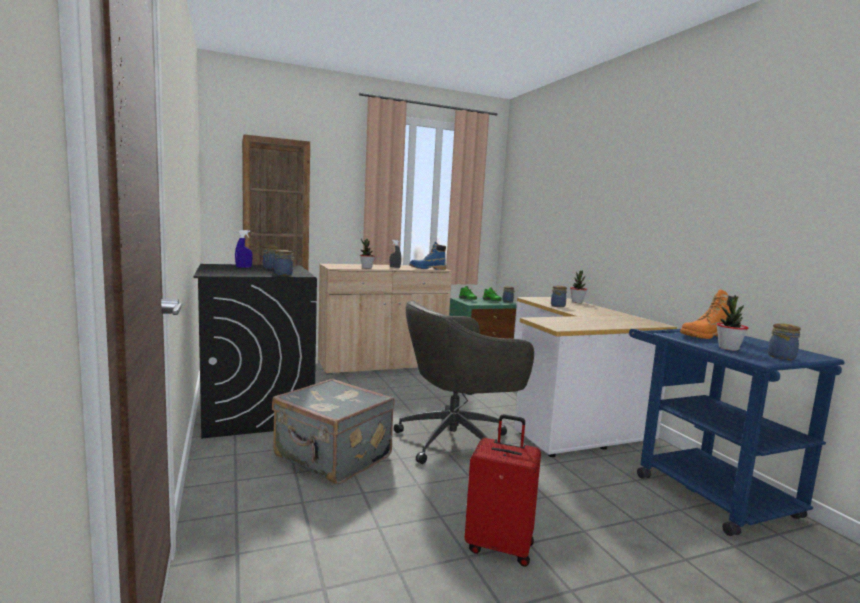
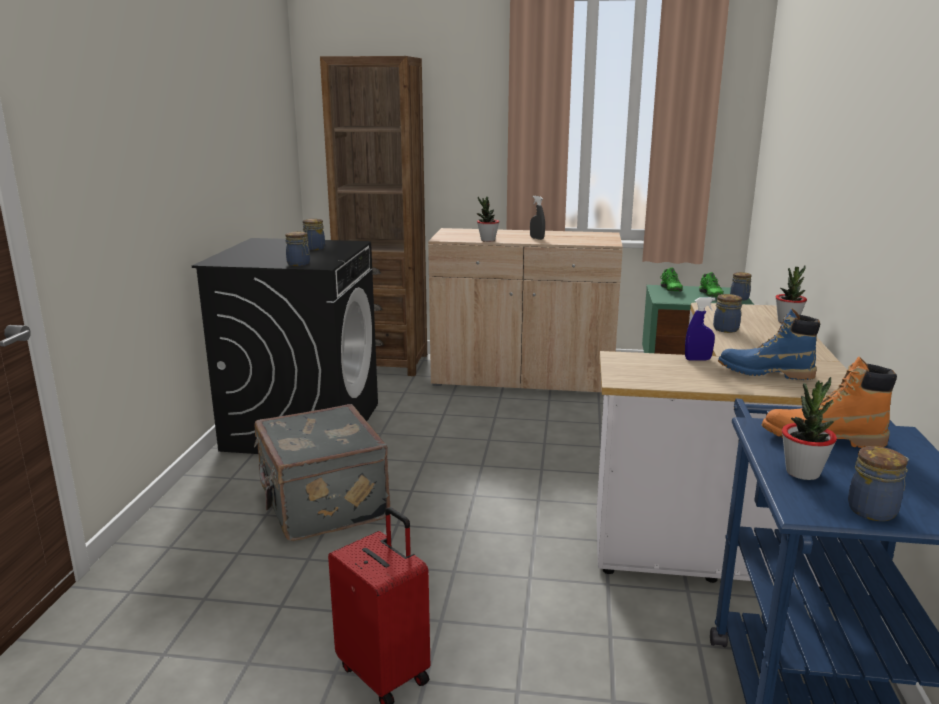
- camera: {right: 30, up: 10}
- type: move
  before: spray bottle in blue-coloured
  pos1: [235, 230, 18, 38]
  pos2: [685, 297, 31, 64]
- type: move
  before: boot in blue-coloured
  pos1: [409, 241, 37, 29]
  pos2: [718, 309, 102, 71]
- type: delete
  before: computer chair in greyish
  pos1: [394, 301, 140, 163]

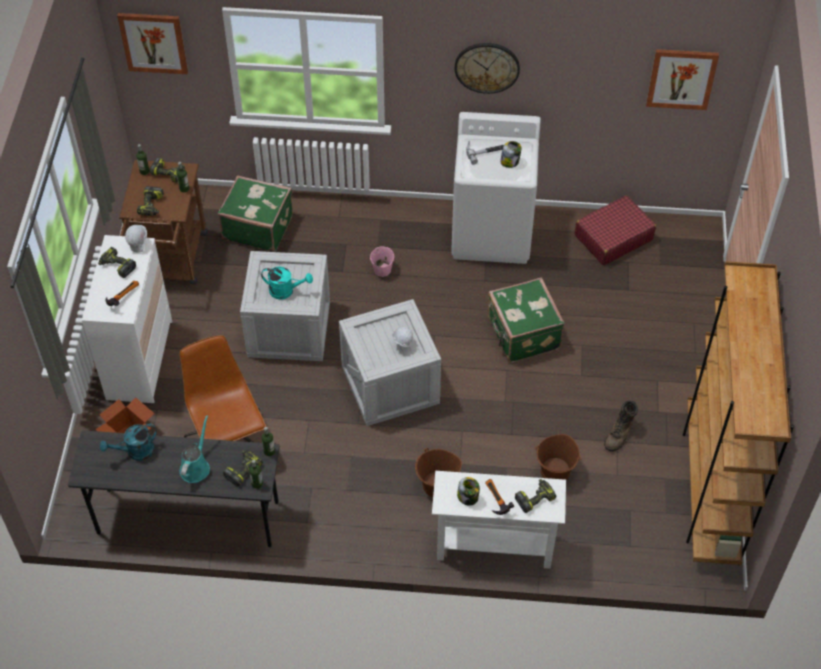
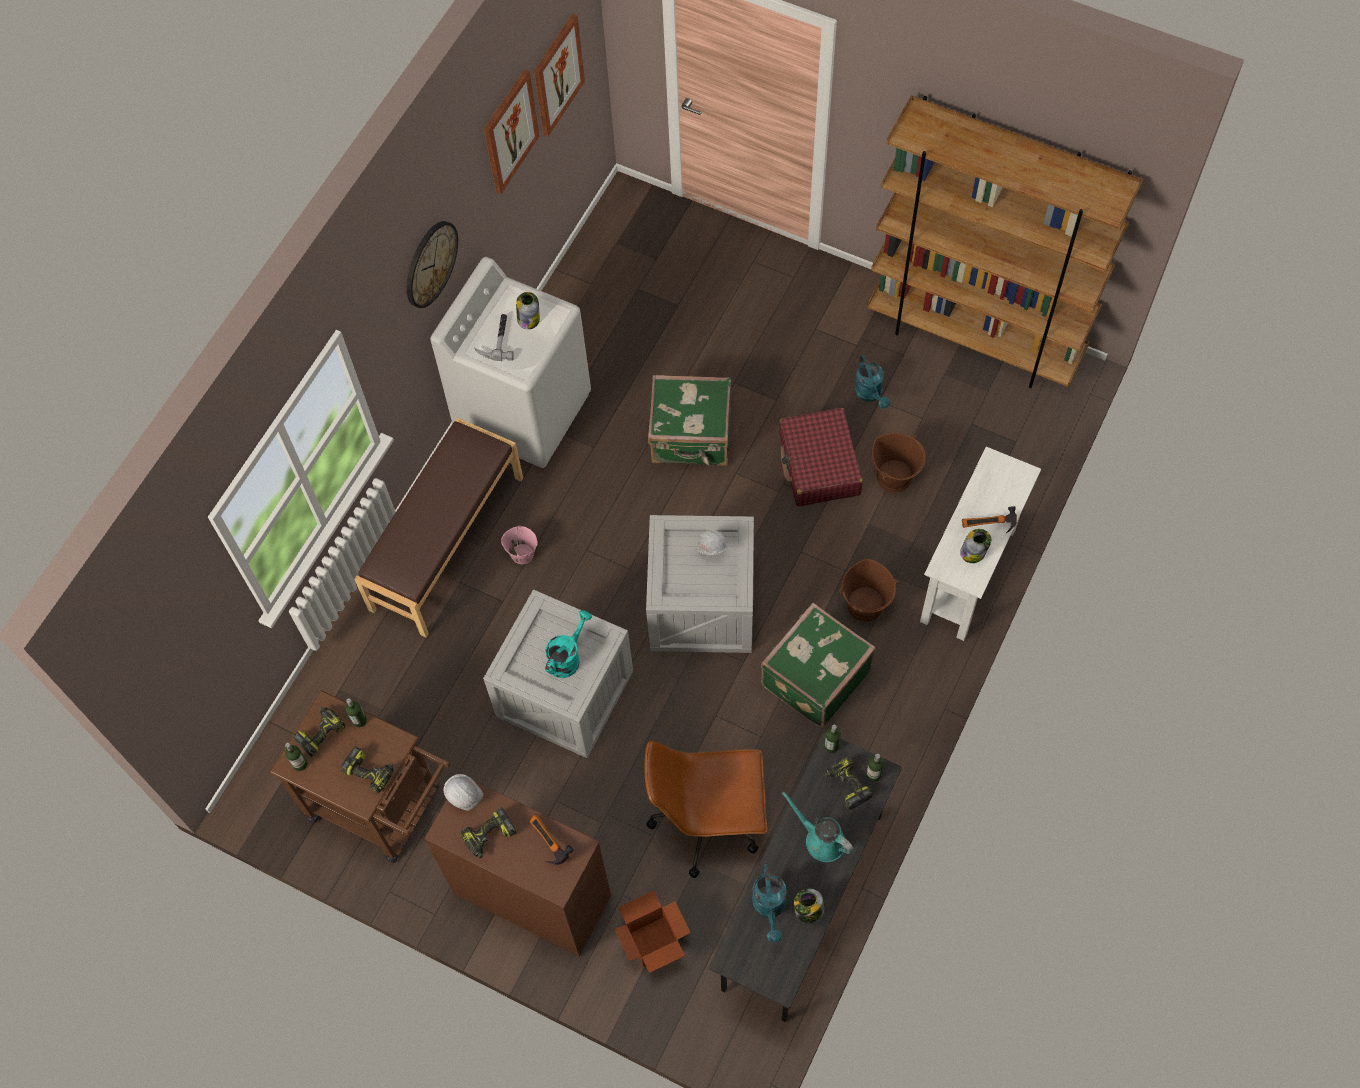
- camera: {right: -65, up: 10}
- type: insert
  after: indoor bench in brown
  pos2: [354, 418, 169, 220]
- type: recolor
  before: chest of drawers in whitish
  after: chest of drawers in brown
  pos1: [82, 235, 90, 169]
  pos2: [424, 780, 187, 176]
- type: move
  before: picture
  pos1: [117, 13, 71, 61]
  pos2: [484, 69, 55, 125]
- type: move
  before: travel case in green
  pos1: [218, 175, 75, 77]
  pos2: [761, 603, 115, 125]
- type: move
  before: travel case in red-coloured
  pos1: [575, 195, 81, 70]
  pos2: [779, 408, 84, 99]
- type: insert
  after: jar
  pos2: [794, 889, 30, 34]
- type: replace
  before: boot in brown
  after: sprinkling can in turquoise-coloured
  pos1: [604, 400, 34, 51]
  pos2: [855, 355, 35, 54]
- type: delete
  before: power drill
  pos1: [515, 479, 41, 34]

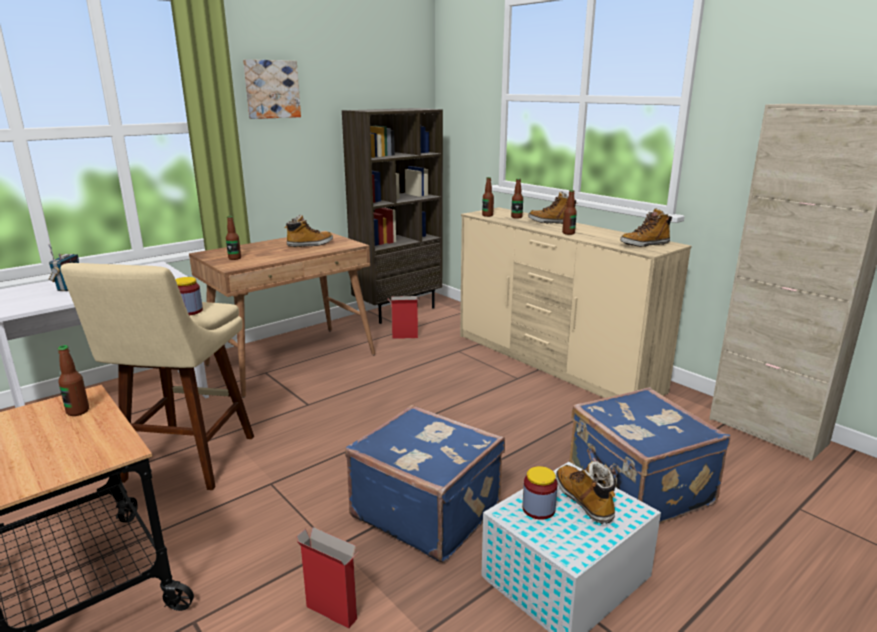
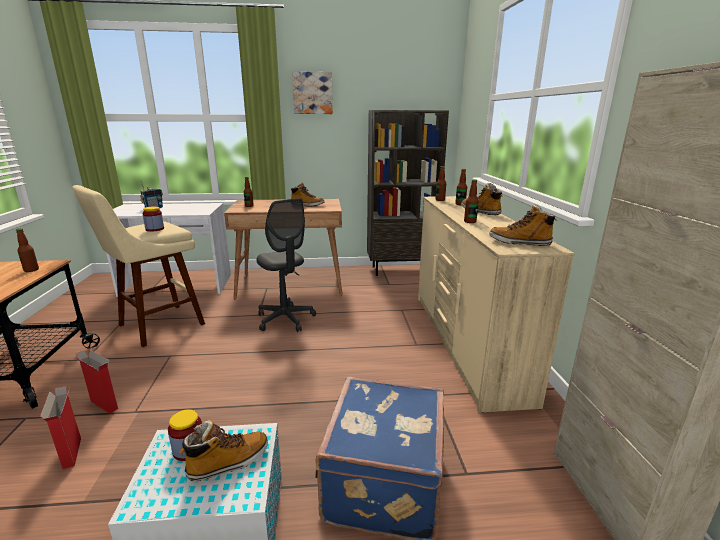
- camera: {right: 35, up: 0}
- type: move
  before: packing box
  pos1: [388, 296, 32, 43]
  pos2: [75, 350, 43, 64]
- type: rotate
  before: boot
  pos1: [556, 461, 60, 63]
  pos2: [179, 420, 89, 61]
  turn: 45
- type: insert
  after: computer chair in greyish
  pos2: [256, 198, 60, 134]
- type: delete
  before: travel case in blue-coloured
  pos1: [345, 405, 160, 158]

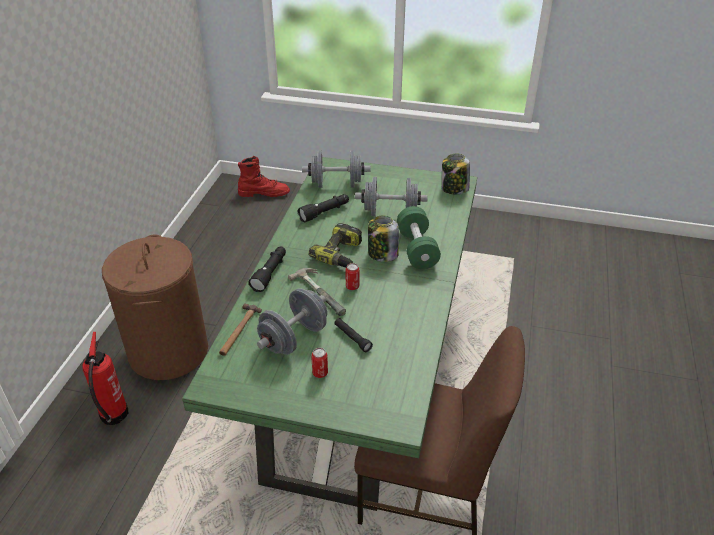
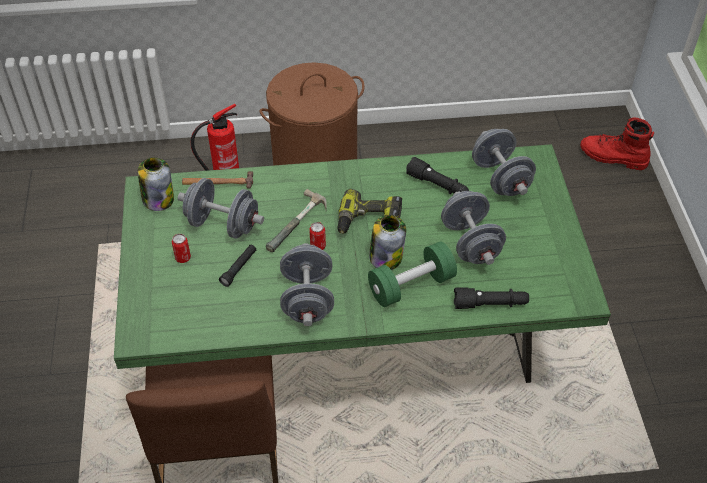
- camera: {right: 70, up: 10}
- type: move
  before: jar
  pos1: [442, 154, 28, 40]
  pos2: [138, 157, 36, 54]
- type: insert
  after: free weight in greyish
  pos2: [280, 243, 54, 83]
- type: move
  before: hand torch in black
  pos1: [248, 247, 38, 45]
  pos2: [454, 287, 75, 22]
- type: rotate
  before: boot in red-coloured
  pos1: [238, 156, 52, 41]
  pos2: [580, 117, 74, 53]
  turn: 135

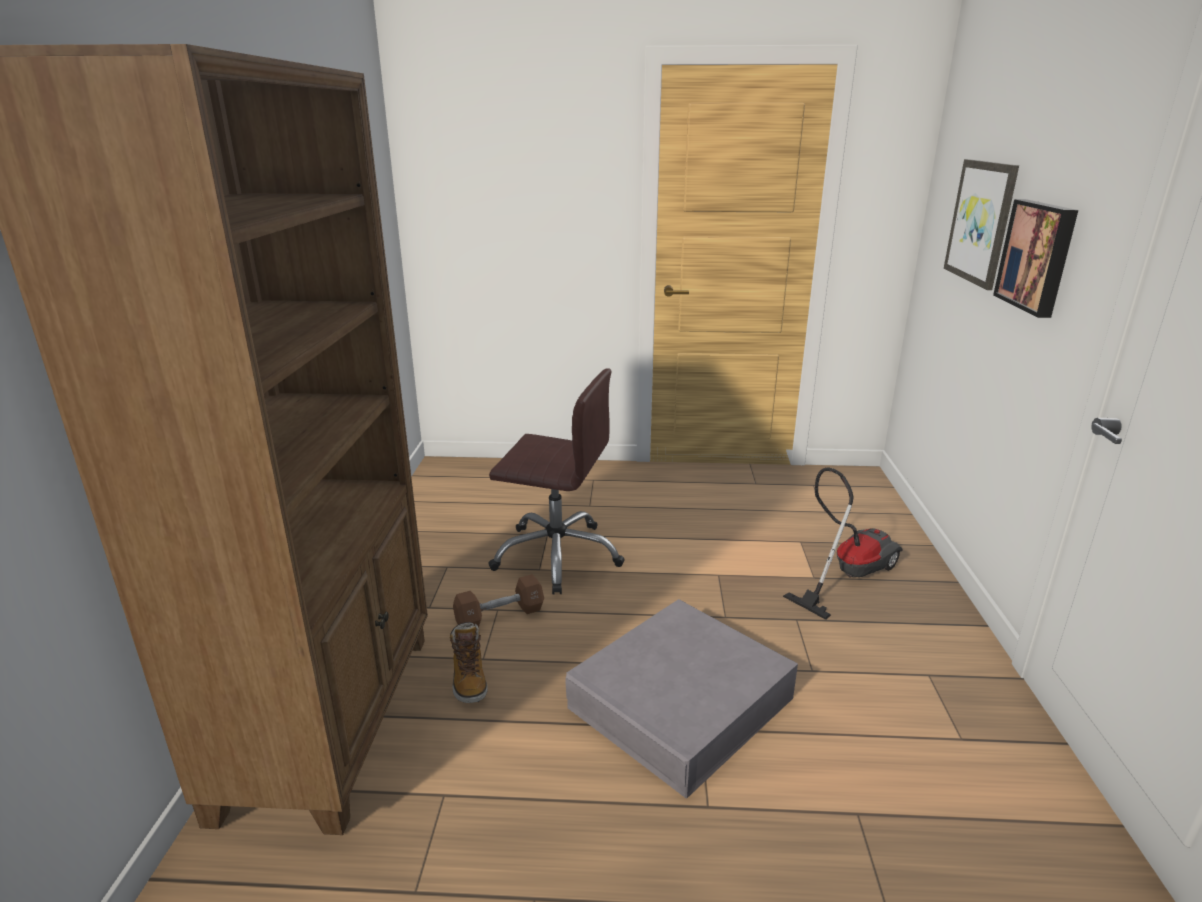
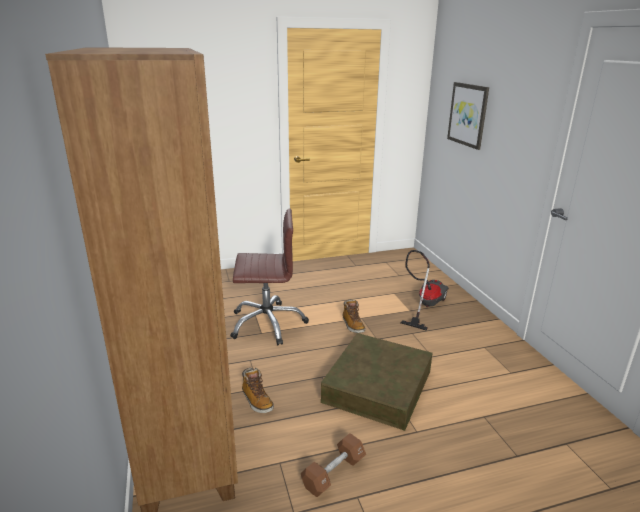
- camera: {right: -20, up: 0}
- type: move
  before: free weight in brown
  pos1: [453, 574, 91, 53]
  pos2: [301, 433, 65, 64]
- type: recolor
  before: storage bin in greyish
  after: storage bin in brown
  pos1: [565, 599, 233, 199]
  pos2: [321, 333, 111, 98]
- type: insert
  after: boot
  pos2: [342, 300, 23, 33]
- type: delete
  before: picture
  pos1: [993, 199, 85, 119]

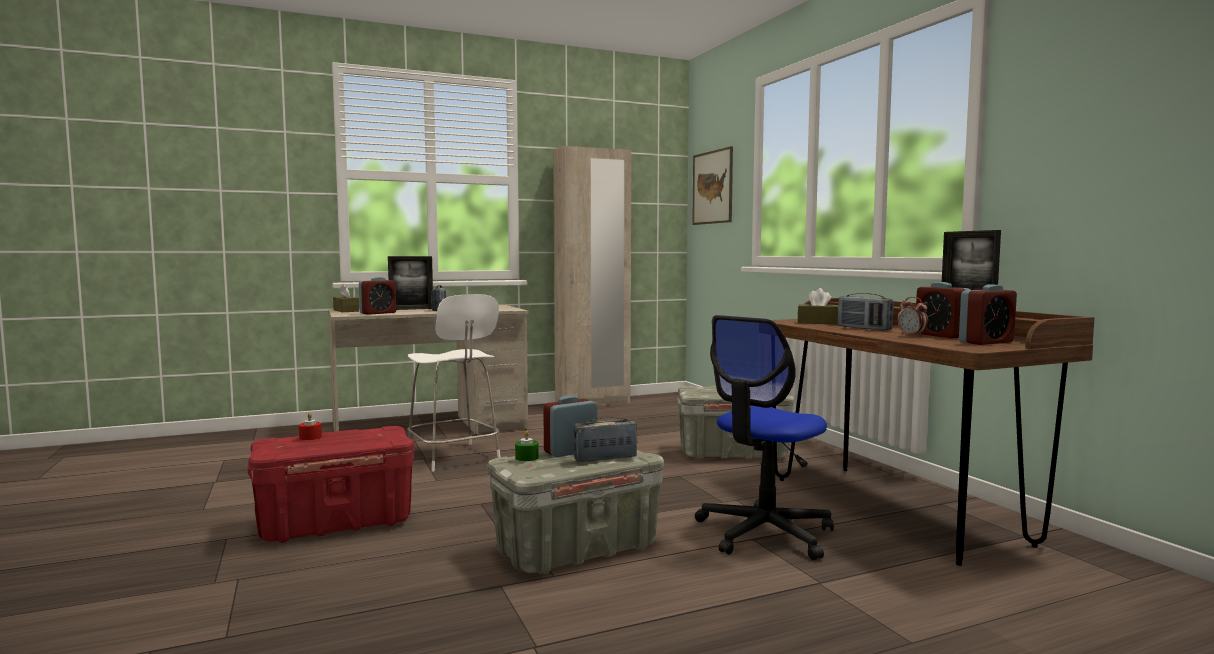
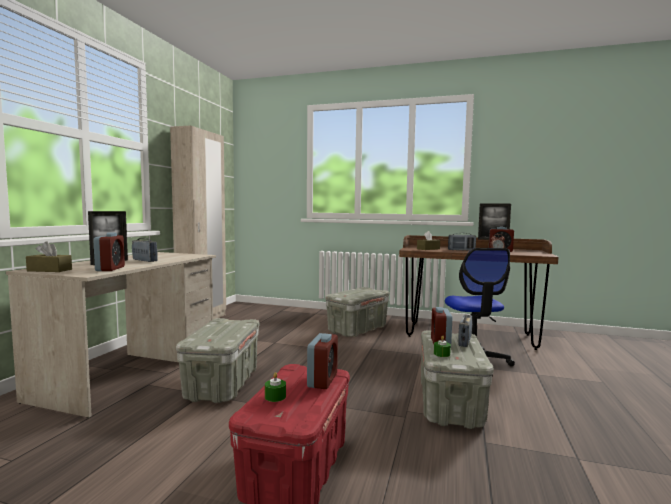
- camera: {right: -50, up: 0}
- type: replace
  before: stool seat in whitish
  after: storage bin in greyish
  pos1: [407, 294, 93, 178]
  pos2: [176, 318, 83, 85]
- type: recolor
  before: wax candle in red-coloured
  after: wax candle in green
  pos1: [299, 413, 23, 27]
  pos2: [265, 372, 21, 30]
- type: move
  before: alarm clock
  pos1: [959, 284, 58, 61]
  pos2: [307, 333, 31, 56]
- type: delete
  before: picture
  pos1: [692, 146, 41, 79]

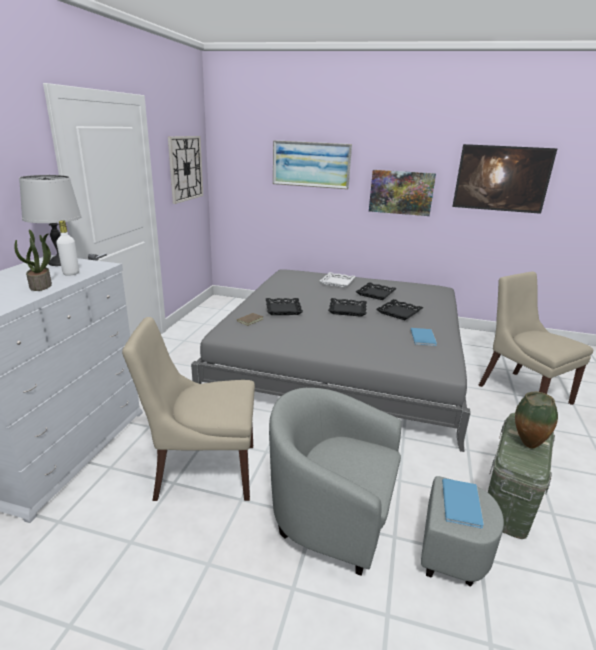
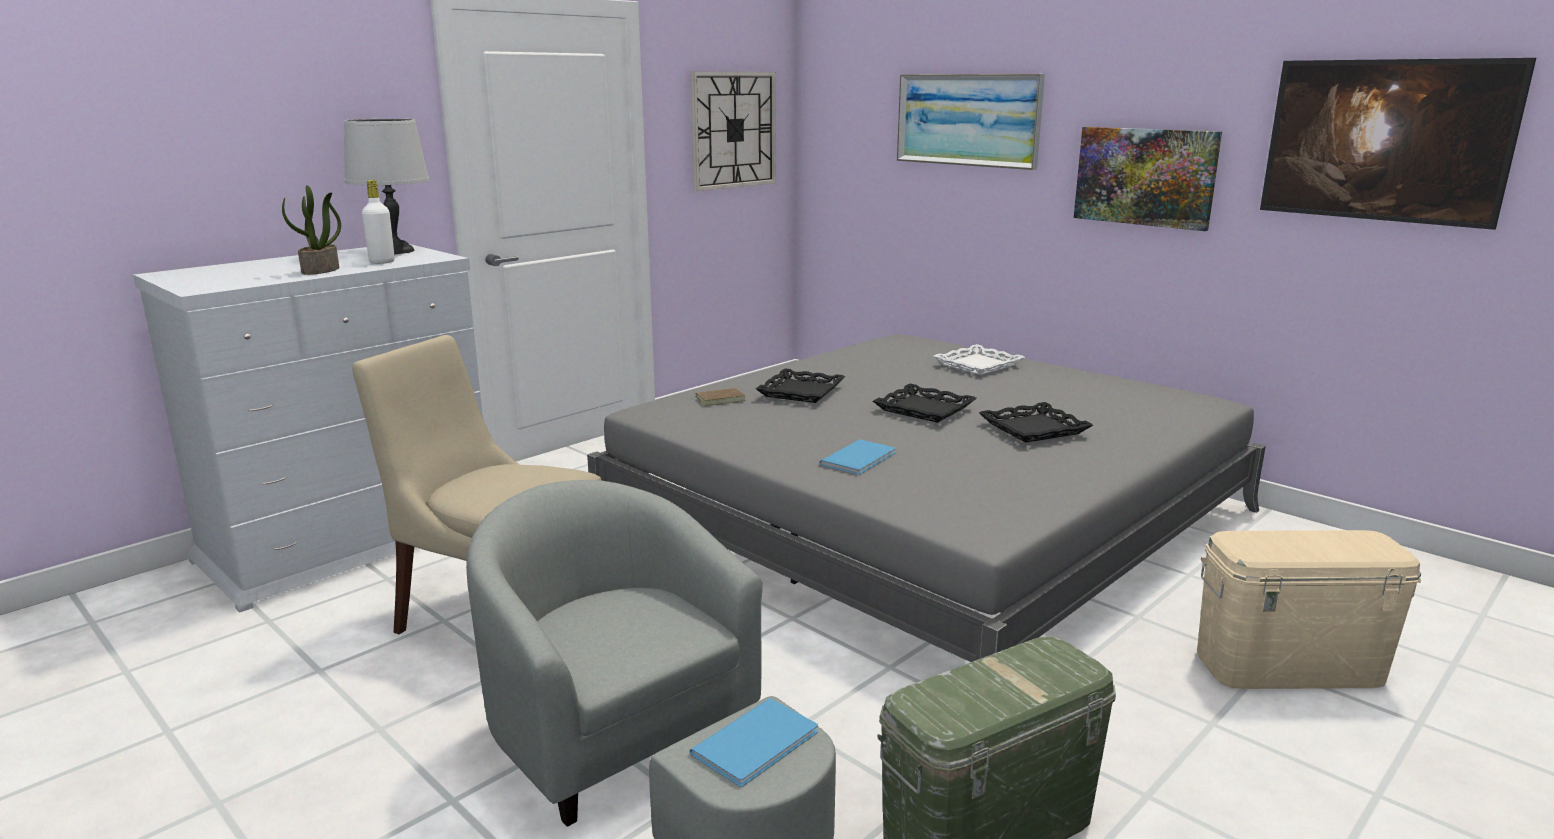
- camera: {right: 30, up: -5}
- type: move
  before: book in blue-coloured
  pos1: [411, 328, 26, 18]
  pos2: [819, 439, 77, 36]
- type: replace
  before: plain chair in beige
  after: storage bin in beige
  pos1: [478, 271, 115, 134]
  pos2: [1197, 530, 224, 159]
- type: delete
  before: tray in black
  pos1: [356, 282, 41, 18]
- type: delete
  before: flower vase
  pos1: [515, 391, 43, 57]

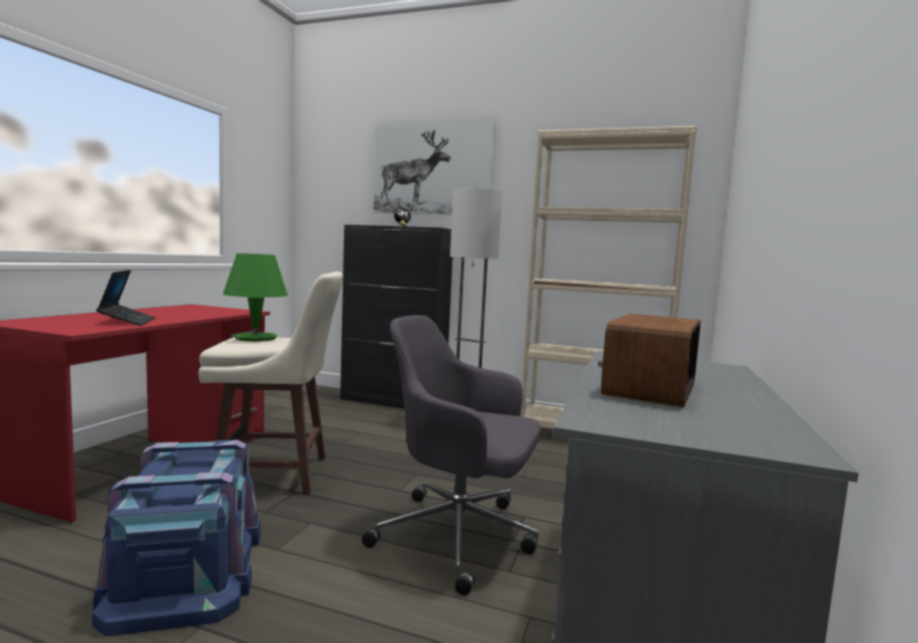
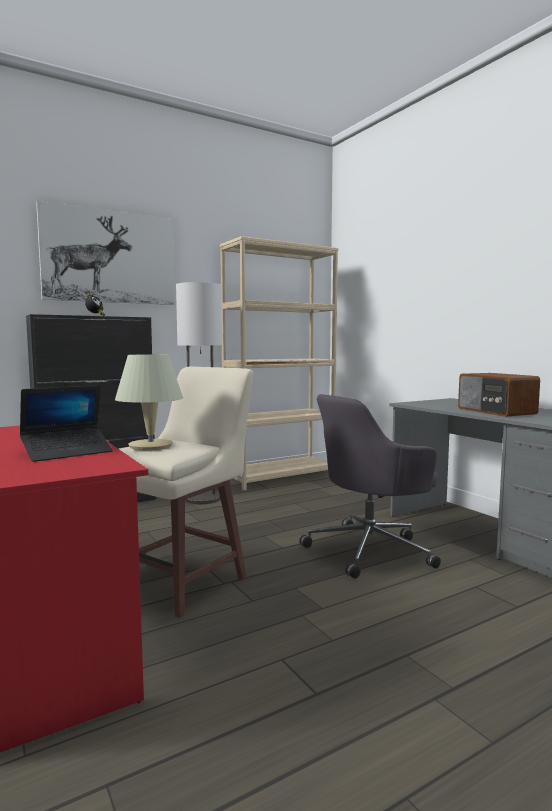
- camera: {right: -50, up: 0}
- type: rotate
  before: notebook computer
  pos1: [96, 270, 60, 56]
  pos2: [20, 385, 93, 77]
  turn: 120
- type: recolor
  before: tabletop lamp in green
  after: tabletop lamp in beige
  pos1: [223, 253, 65, 88]
  pos2: [115, 354, 68, 96]
- type: delete
  before: storage bin in blue-coloured
  pos1: [92, 440, 169, 196]

